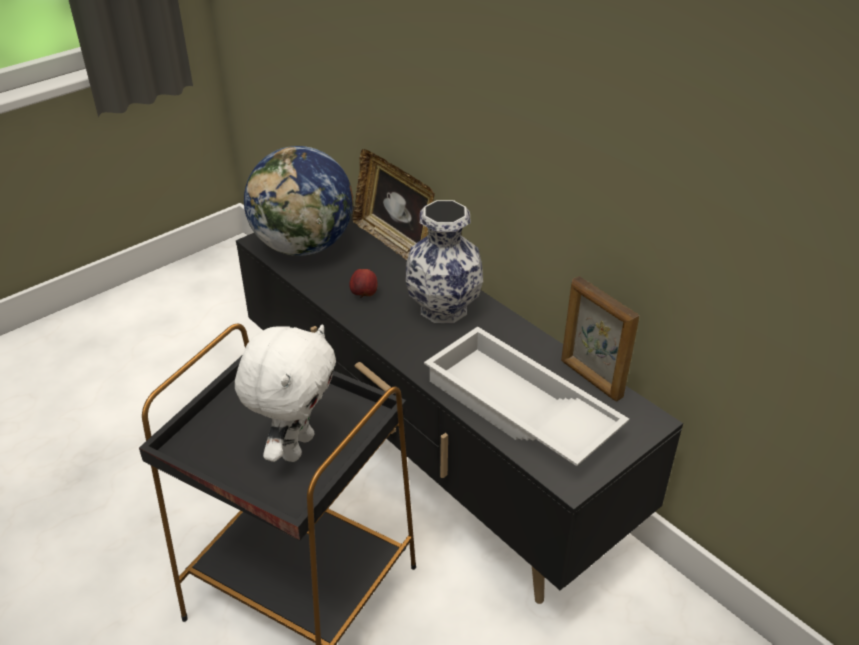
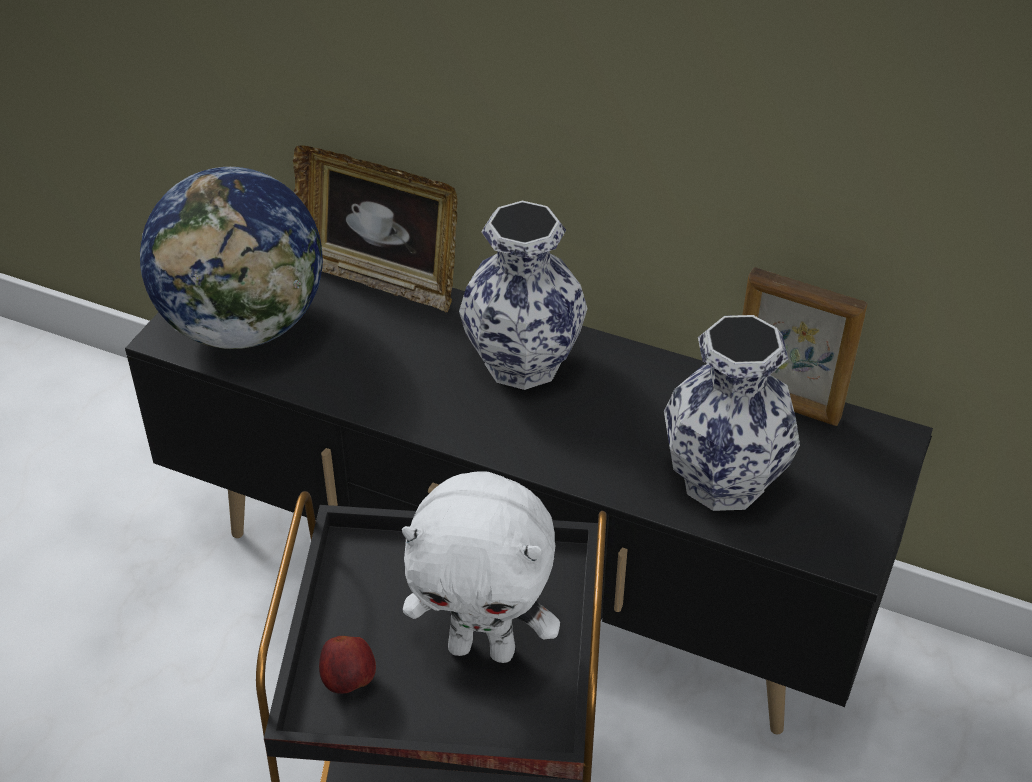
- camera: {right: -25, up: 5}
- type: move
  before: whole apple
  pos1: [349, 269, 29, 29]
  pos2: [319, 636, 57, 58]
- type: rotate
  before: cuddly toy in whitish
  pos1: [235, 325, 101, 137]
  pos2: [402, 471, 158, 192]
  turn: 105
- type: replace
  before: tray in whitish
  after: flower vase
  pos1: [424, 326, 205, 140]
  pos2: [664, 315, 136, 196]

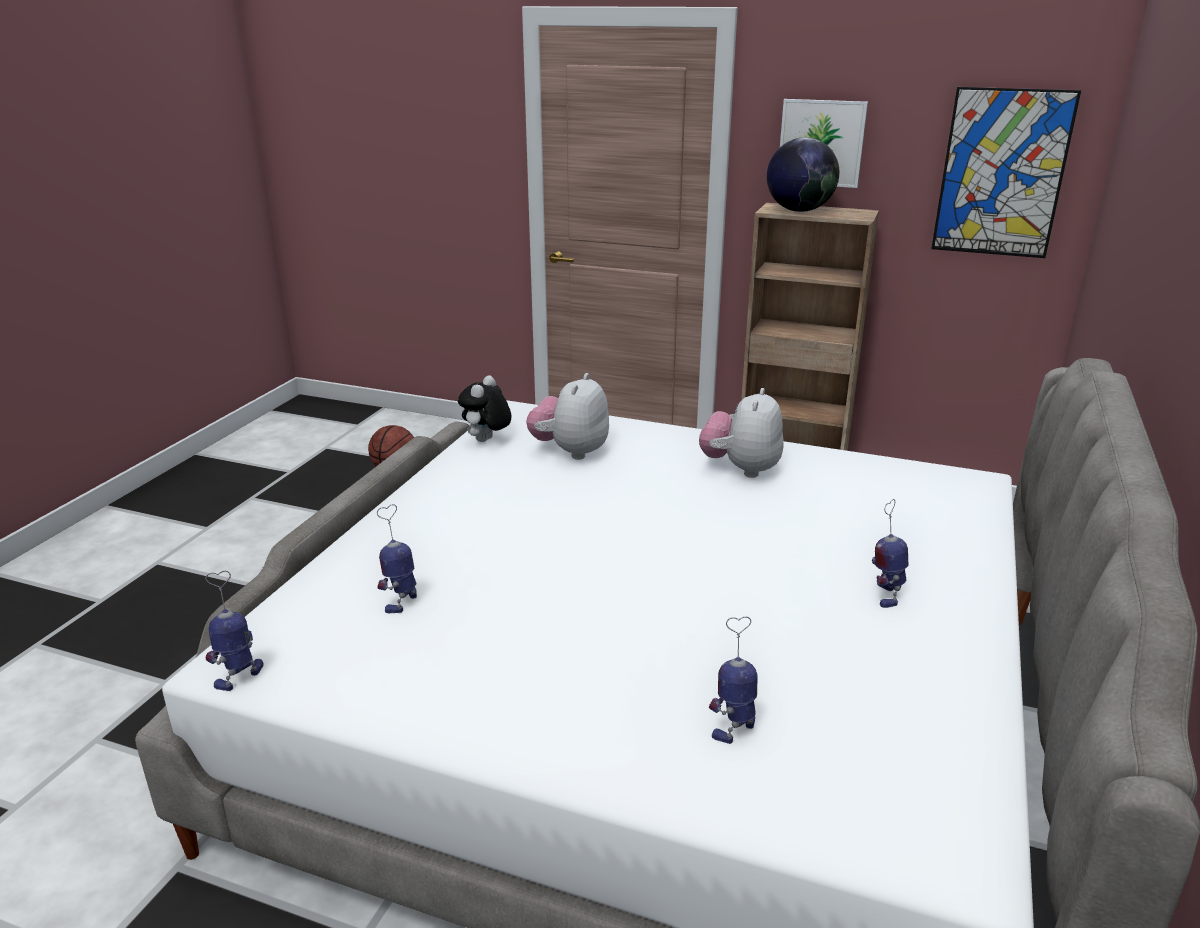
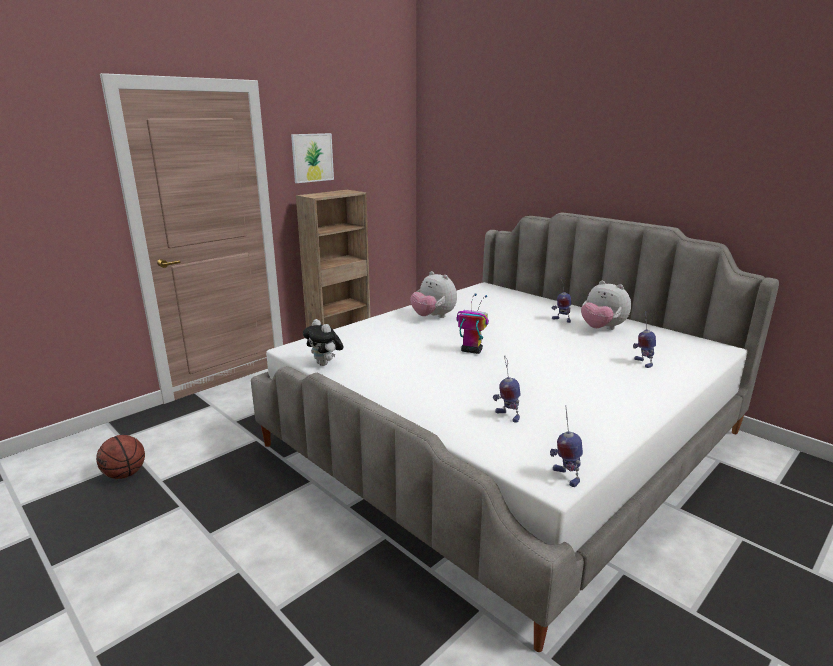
- camera: {right: -65, up: -5}
- type: insert
  after: model robot
  pos2: [456, 294, 33, 60]
- type: move
  before: cuddly toy
  pos1: [526, 373, 83, 87]
  pos2: [581, 281, 50, 49]
- type: delete
  before: world globe
  pos1: [767, 137, 72, 75]
- type: delete
  before: picture
  pos1: [931, 87, 150, 171]

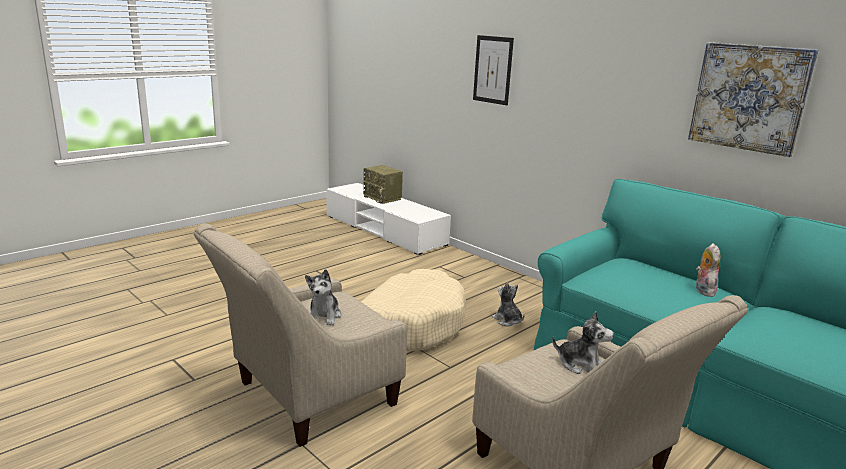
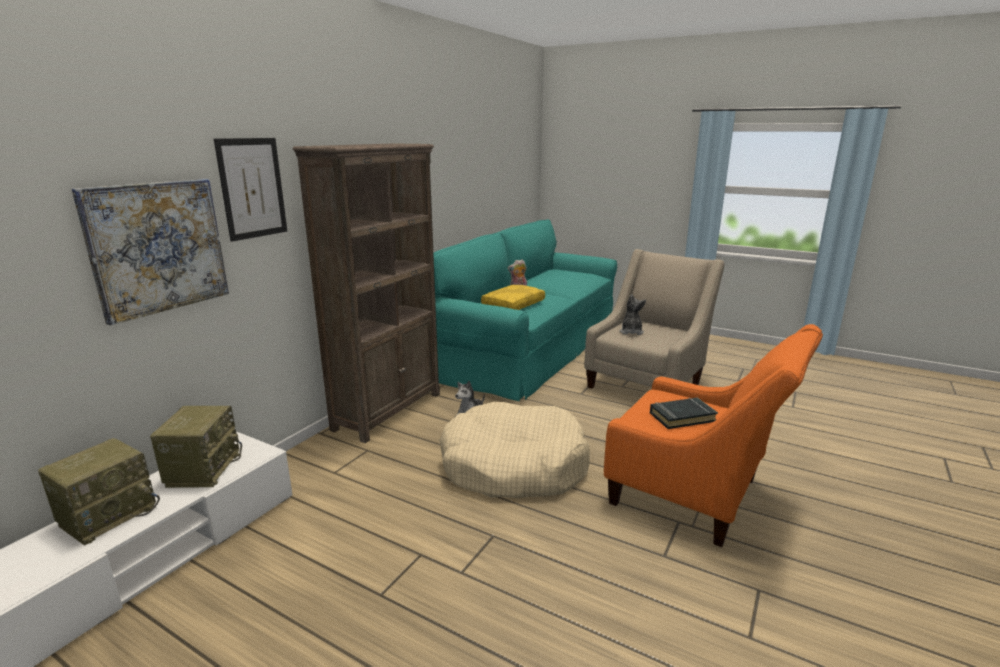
- camera: {right: -105, up: 0}
- type: move
  before: picture
  pos1: [688, 42, 131, 115]
  pos2: [72, 179, 157, 146]
- type: insert
  after: radio receiver
  pos2: [150, 406, 92, 82]
- type: insert
  after: bookcase in brown
  pos2: [293, 143, 147, 300]
- type: insert
  after: throw pillow in yellow-coloured
  pos2: [481, 285, 64, 25]
- type: recolor
  before: armchair in beige
  after: armchair in orange-coloured
  pos1: [194, 224, 213, 223]
  pos2: [604, 324, 219, 223]
- type: replace
  before: cuddly toy
  after: book in black
  pos1: [305, 269, 36, 56]
  pos2: [650, 398, 68, 31]

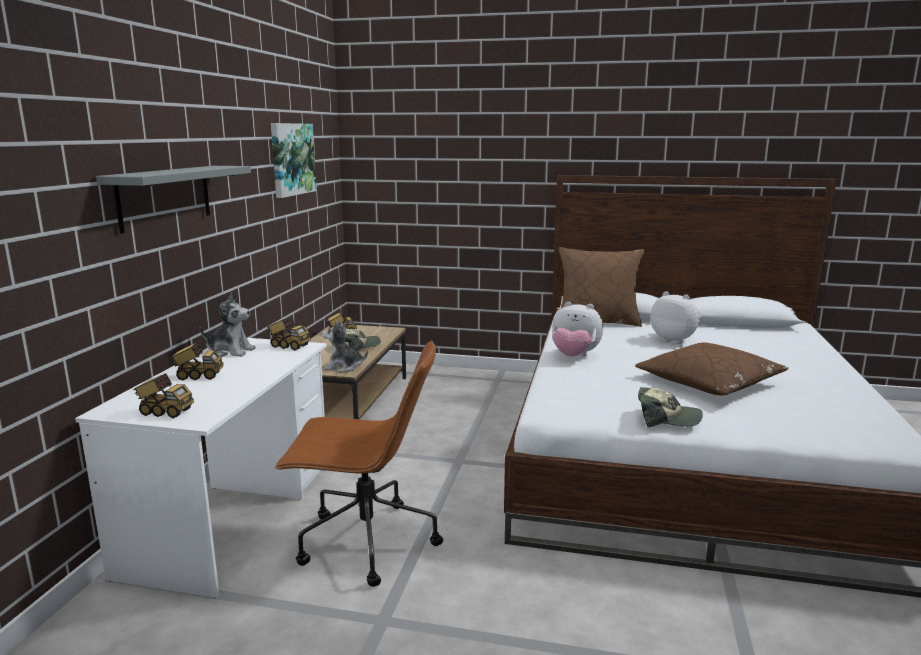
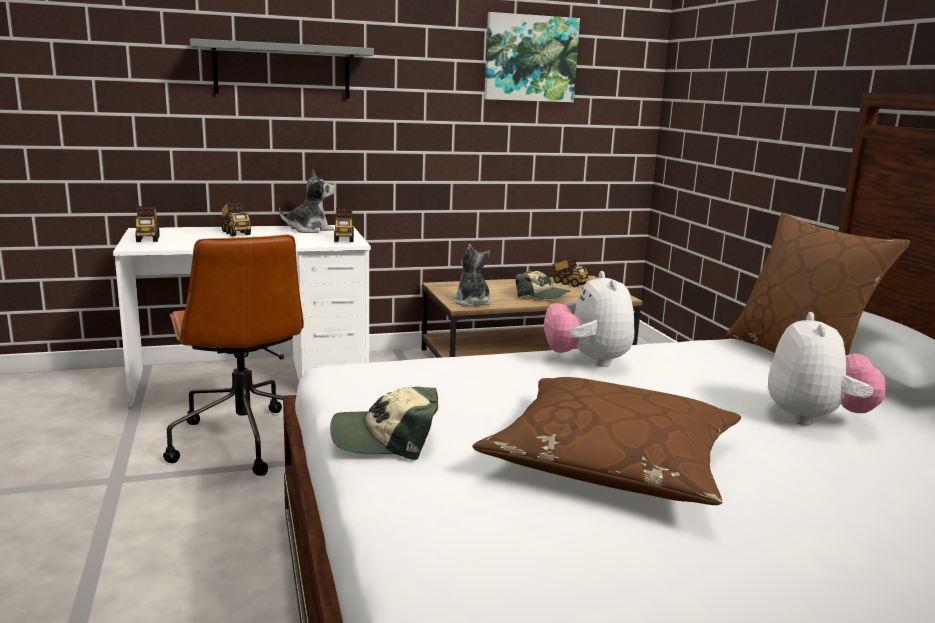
- camera: {right: 60, up: 0}
- type: rotate
  before: cuddly toy
  pos1: [199, 292, 57, 65]
  pos2: [279, 170, 56, 63]
  turn: -105
- type: rotate
  before: baseball cap
  pos1: [638, 387, 65, 41]
  pos2: [330, 387, 108, 73]
  turn: 105

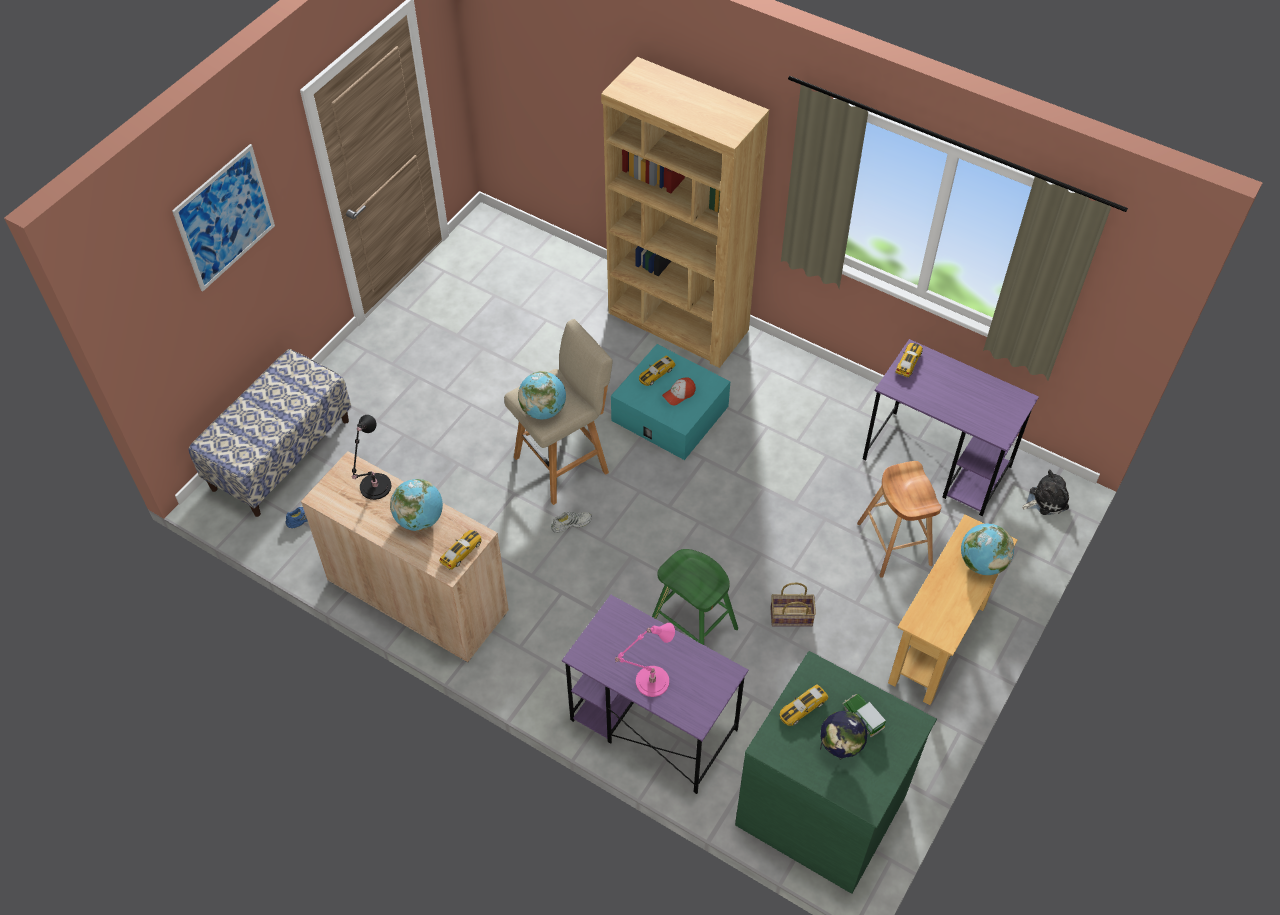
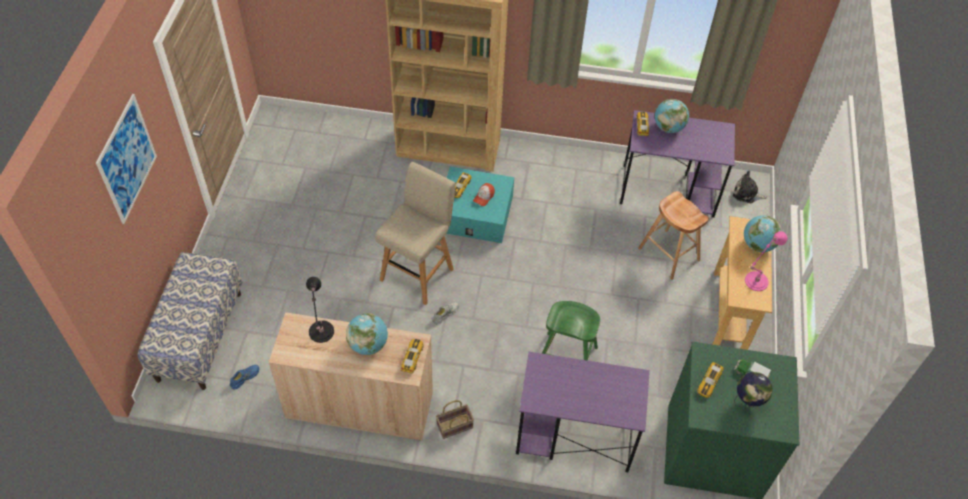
- camera: {right: -25, up: 0}
- type: move
  before: storage basket
  pos1: [770, 582, 46, 44]
  pos2: [436, 400, 38, 39]
- type: move
  before: world globe
  pos1: [518, 371, 48, 48]
  pos2: [655, 99, 34, 34]
- type: rotate
  before: cuddly toy
  pos1: [1022, 470, 47, 45]
  pos2: [733, 171, 34, 32]
  turn: -120
- type: move
  before: tabletop lamp in pink
  pos1: [615, 623, 60, 74]
  pos2: [745, 231, 43, 60]

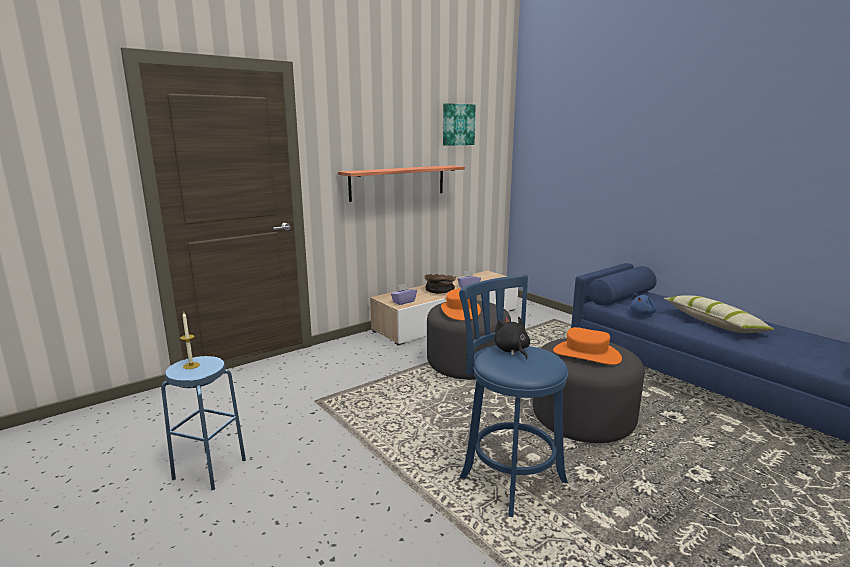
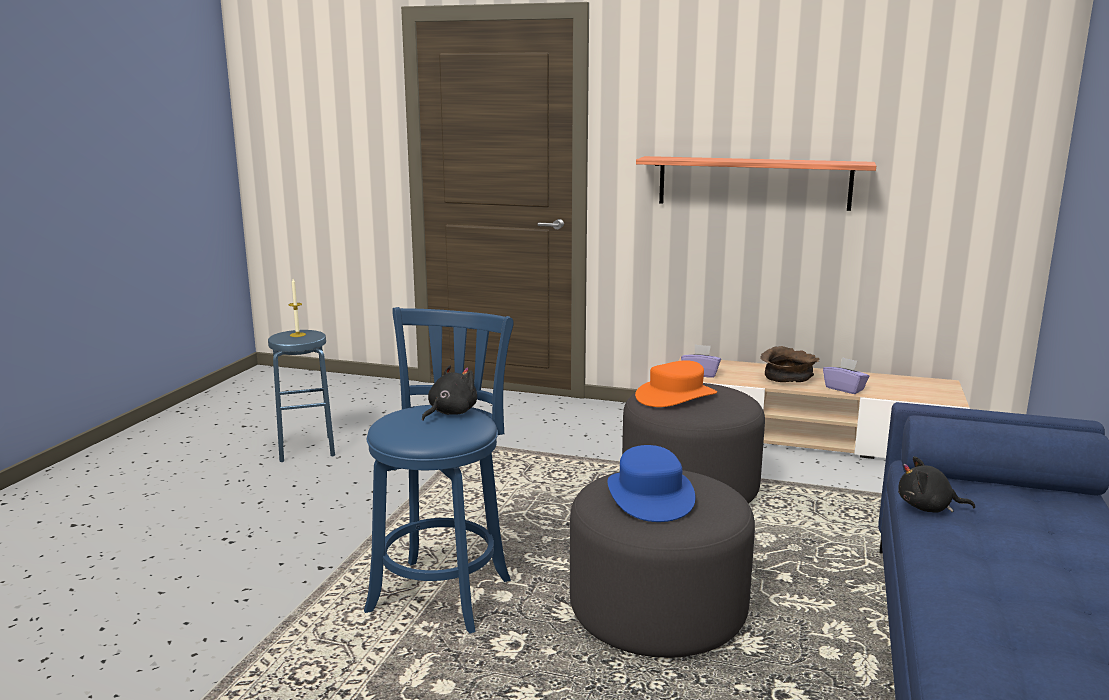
- camera: {right: 55, up: 0}
- type: recolor
  before: hat in orange-coloured
  after: hat in blue-coloured
  pos1: [553, 327, 69, 38]
  pos2: [607, 445, 88, 77]
- type: recolor
  before: cuddly toy in blue-coloured
  after: cuddly toy in black
  pos1: [630, 293, 27, 22]
  pos2: [898, 456, 77, 57]
- type: delete
  before: picture
  pos1: [443, 103, 33, 43]
- type: delete
  before: throw pillow
  pos1: [663, 295, 112, 38]

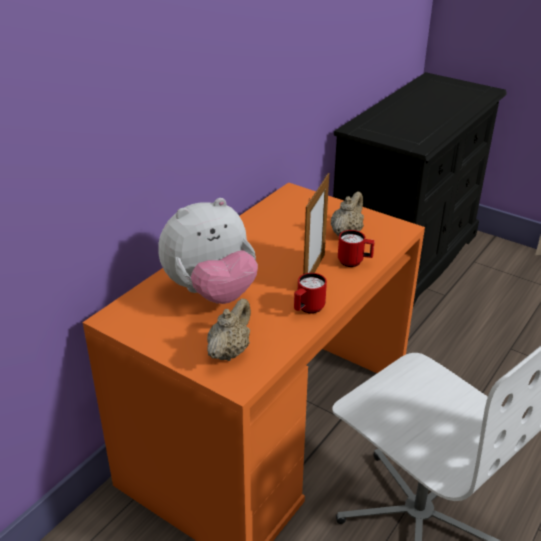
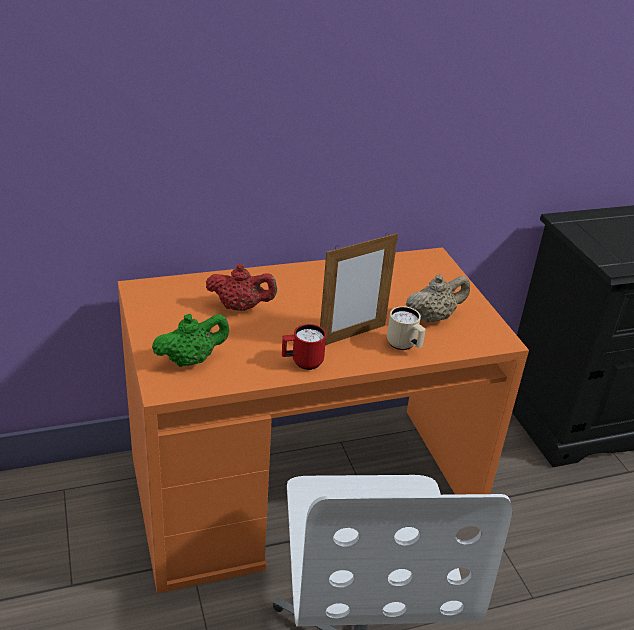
- camera: {right: 35, up: 0}
- type: recolor
  before: teapot in beige
  after: teapot in green
  pos1: [207, 298, 44, 63]
  pos2: [152, 314, 77, 53]
- type: replace
  before: cuddly toy
  after: teapot in red-coloured
  pos1: [159, 198, 99, 106]
  pos2: [206, 263, 71, 48]
- type: recolor
  before: coffee mug in red-coloured
  after: coffee mug in beige
  pos1: [338, 230, 37, 37]
  pos2: [387, 306, 39, 44]

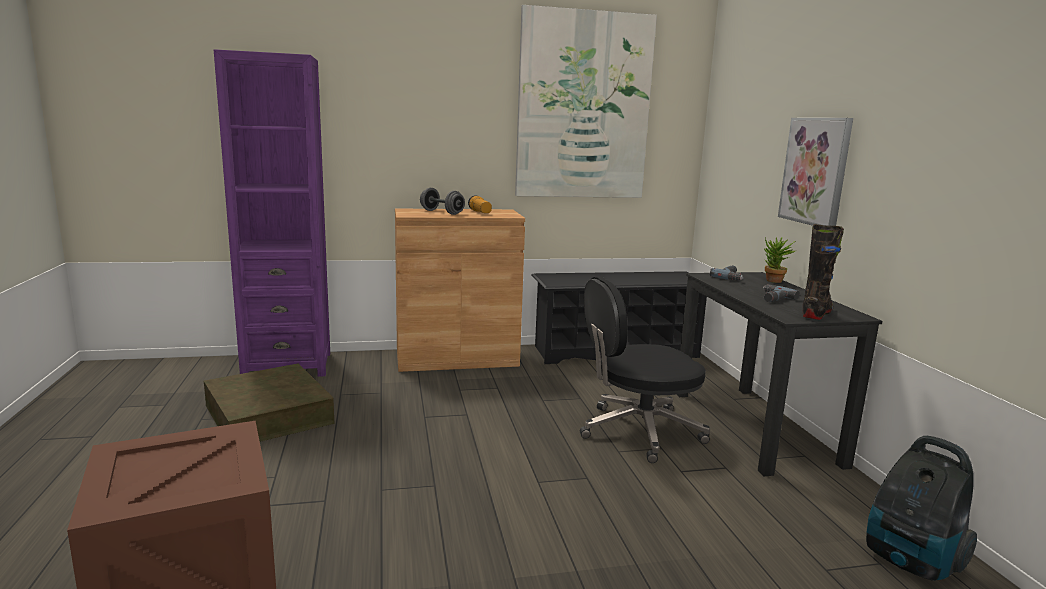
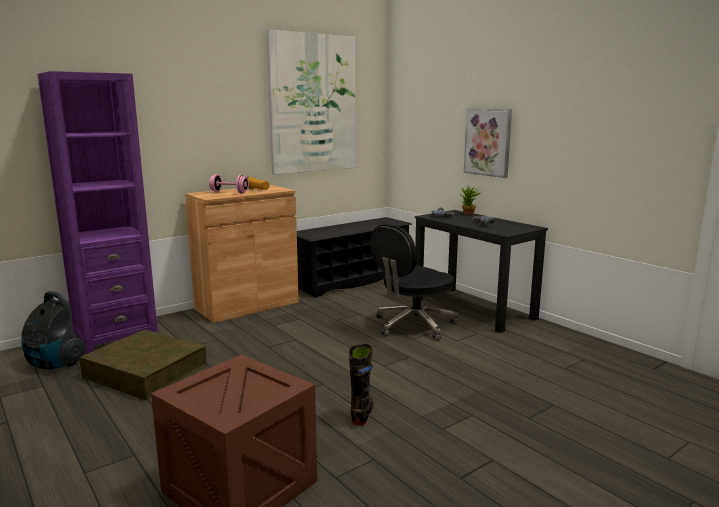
- camera: {right: -25, up: 0}
- type: move
  before: hoover
  pos1: [866, 436, 111, 145]
  pos2: [21, 291, 65, 79]
- type: recolor
  before: free weight in greyish
  after: free weight in pink
  pos1: [420, 188, 45, 27]
  pos2: [209, 174, 40, 19]
- type: move
  before: boot in black
  pos1: [803, 224, 41, 96]
  pos2: [349, 344, 25, 81]

